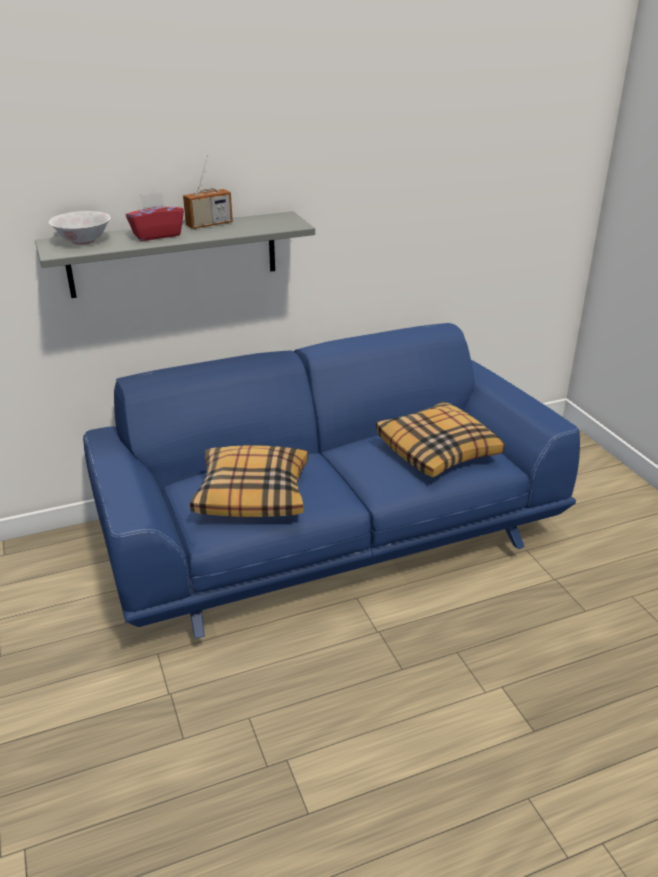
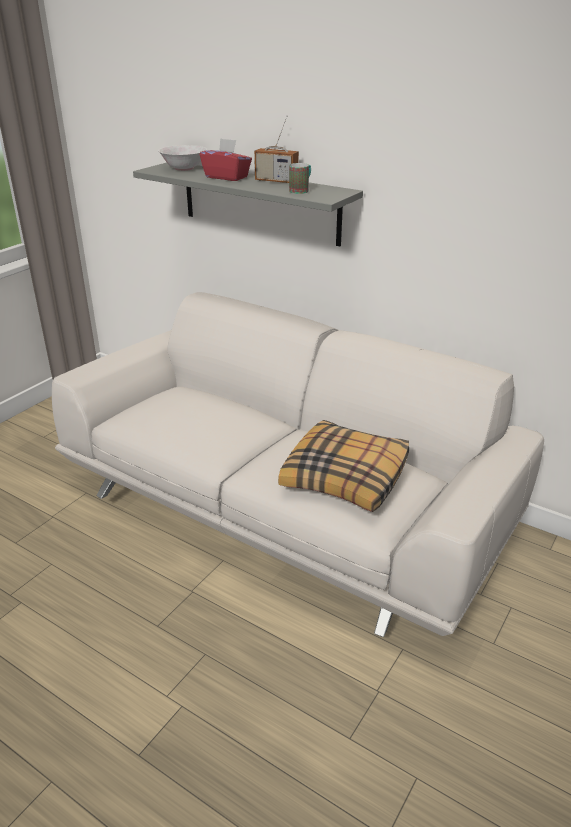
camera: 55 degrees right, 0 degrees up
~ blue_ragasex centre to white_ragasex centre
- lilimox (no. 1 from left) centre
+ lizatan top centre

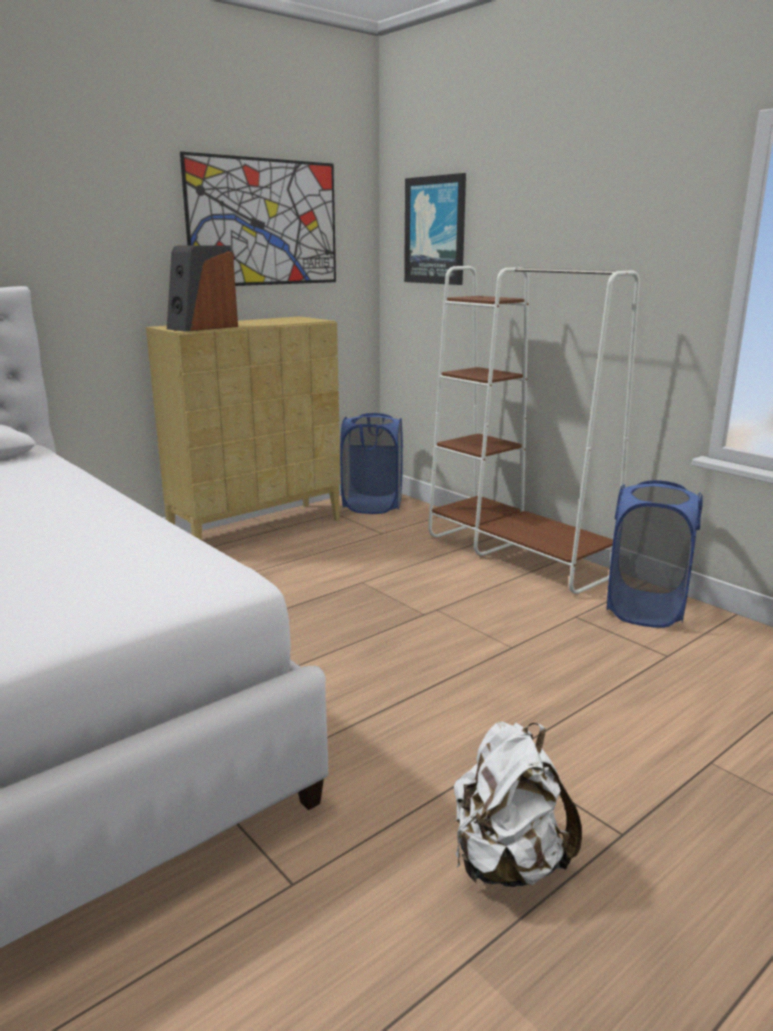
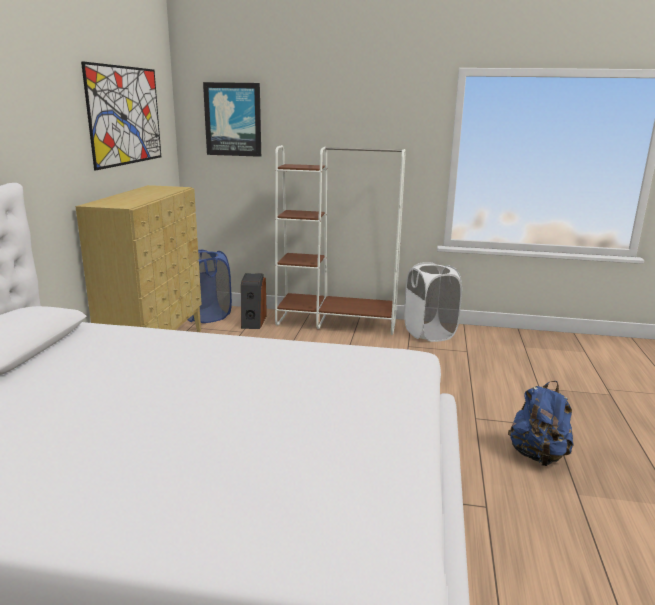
camera: 40 degrees left, 0 degrees up
~ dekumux top left to centre
~ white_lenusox bottom right to blue_lenusox bottom right
~ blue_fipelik (no. 2 from left) middle right to white_fipelik centre

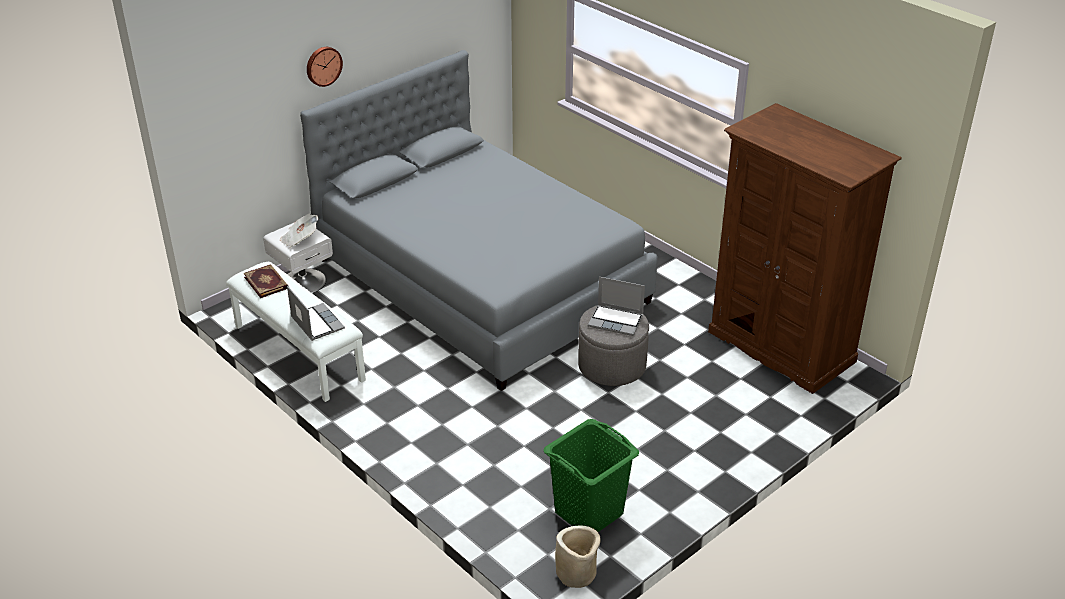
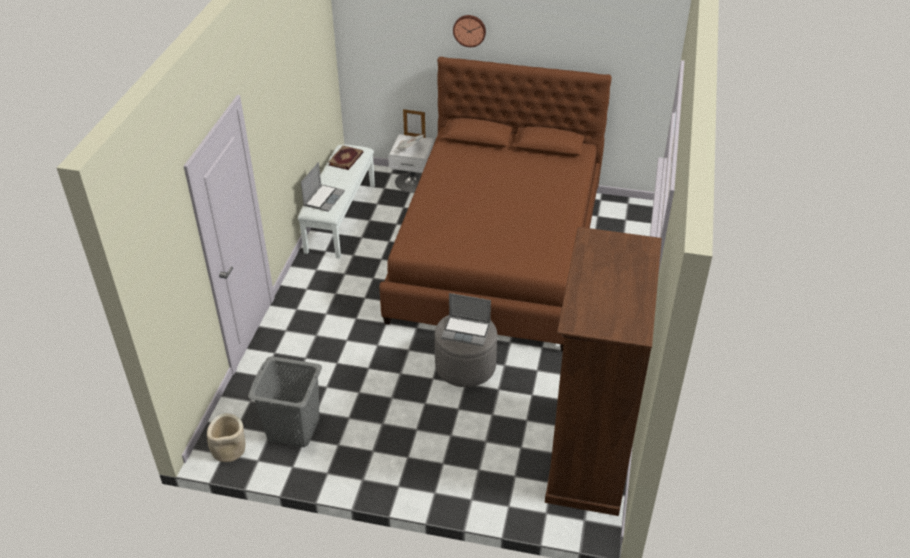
camera: 55 degrees right, 5 degrees up
~ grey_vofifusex centre to brown_vofifusex centre
~ green_fipelik bottom centre to grey_fipelik bottom left
~ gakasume (no. 2 from left) centre = centre 60 degrees counterclockwise
+ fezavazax top centre

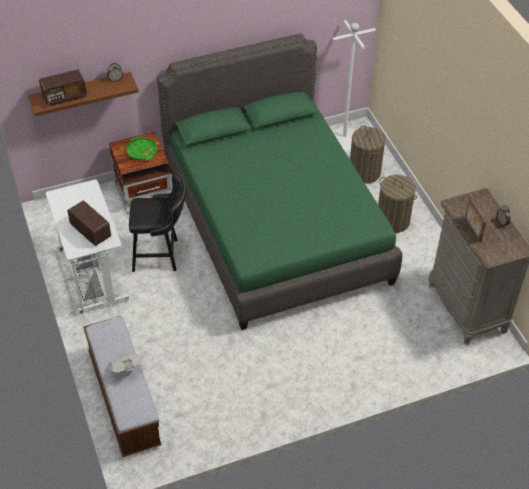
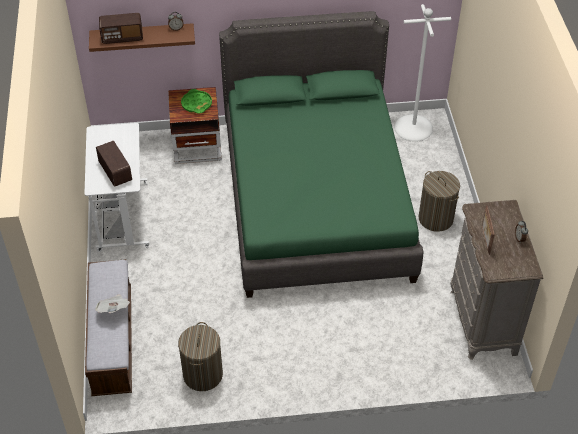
camera: 15 degrees right, 0 degrees up
- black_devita middle left
~ fipelik (no. 1 from left) top right to bottom centre

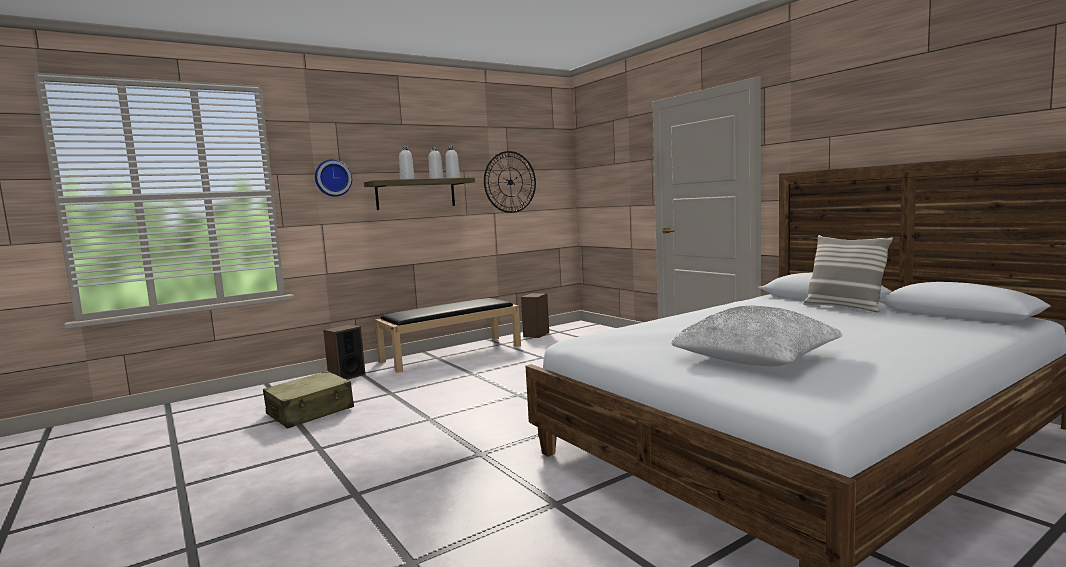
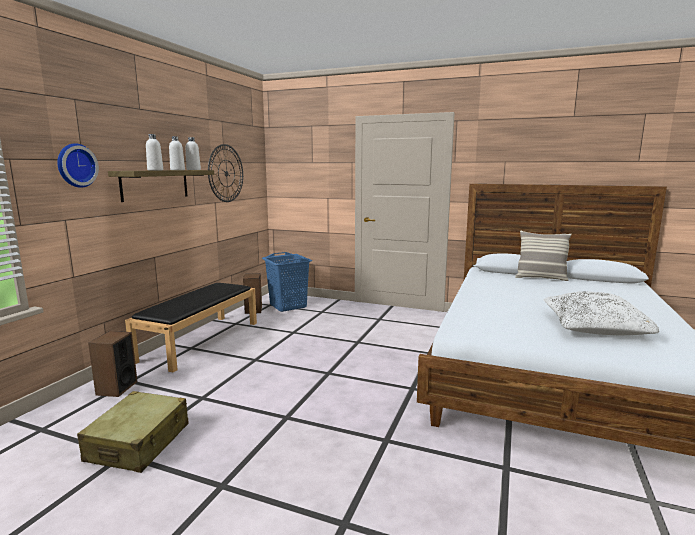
camera: 35 degrees left, 5 degrees up
+ blue_fipelik centre

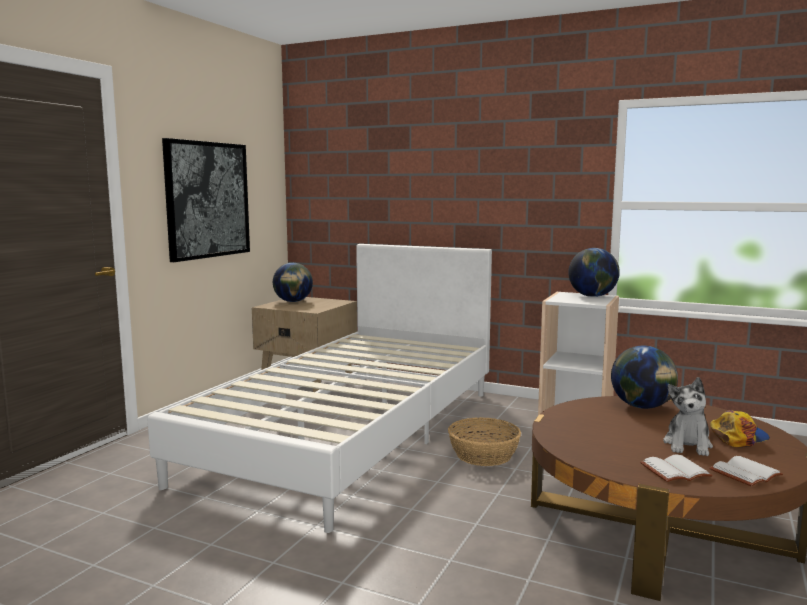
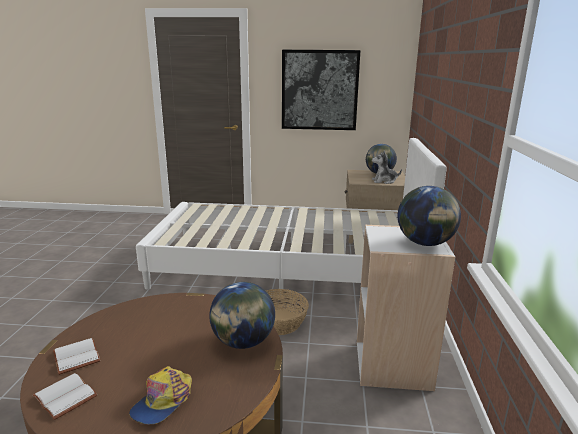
camera: 70 degrees right, 10 degrees up
~ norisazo bottom right to middle right
~ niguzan bottom right = bottom left 75 degrees clockwise

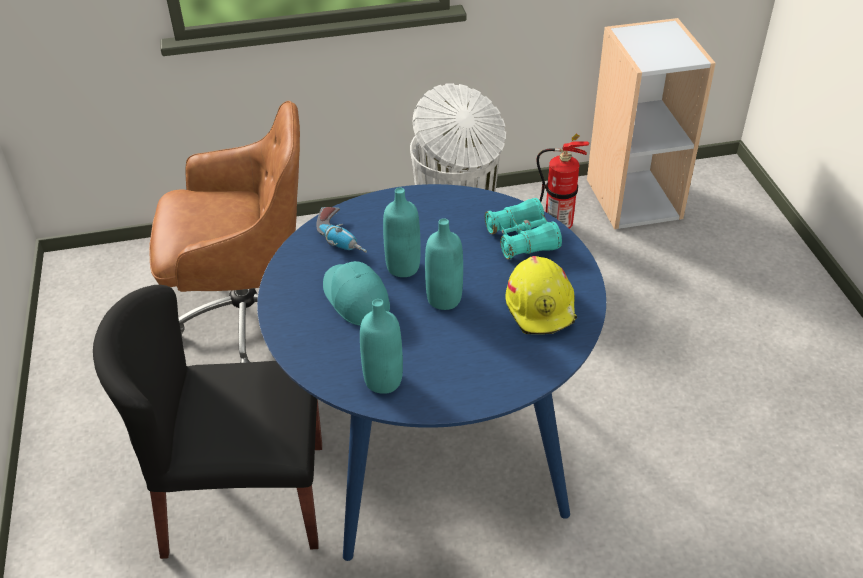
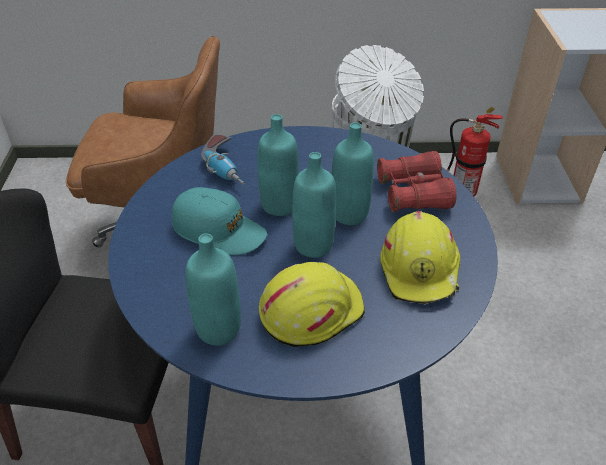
camera: 10 degrees right, 0 degrees up
~ turquoise_niguzan centre = centre 135 degrees clockwise
~ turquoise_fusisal centre to red_fusisal middle right
+ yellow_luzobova (no. 1 from left) centre
+ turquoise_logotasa (no. 4 from left) centre

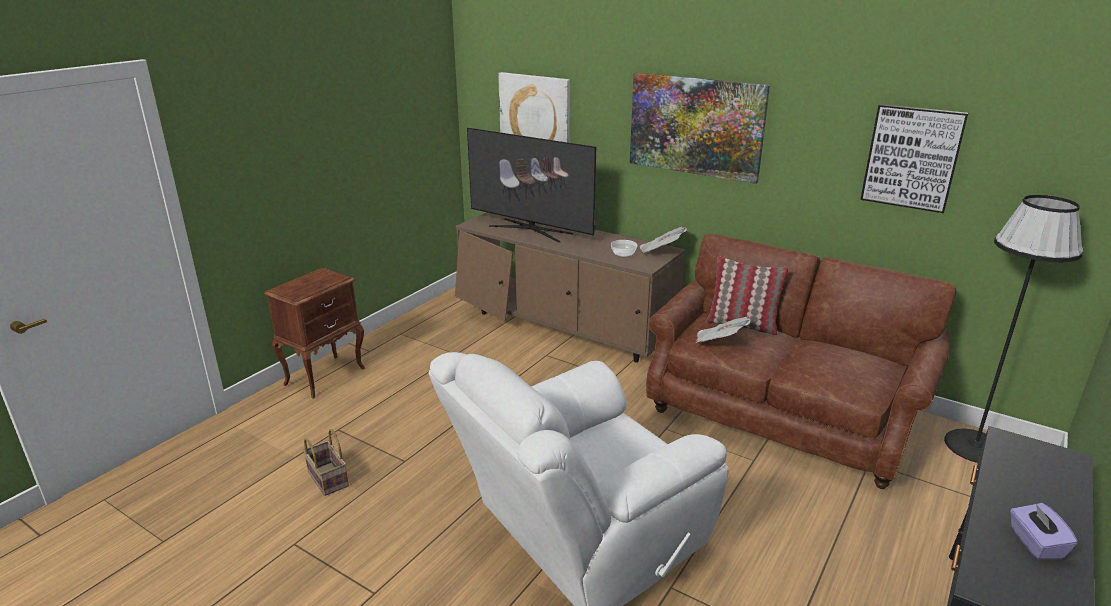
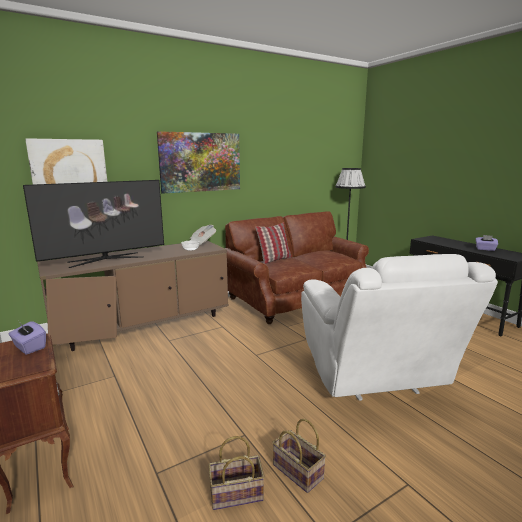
camera: 65 degrees left, 10 degrees down
- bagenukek (no. 2 from left) centre
- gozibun (no. 3 from left) top right
+ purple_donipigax (no. 1 from left) middle left
+ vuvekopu (no. 2 from left) bottom centre

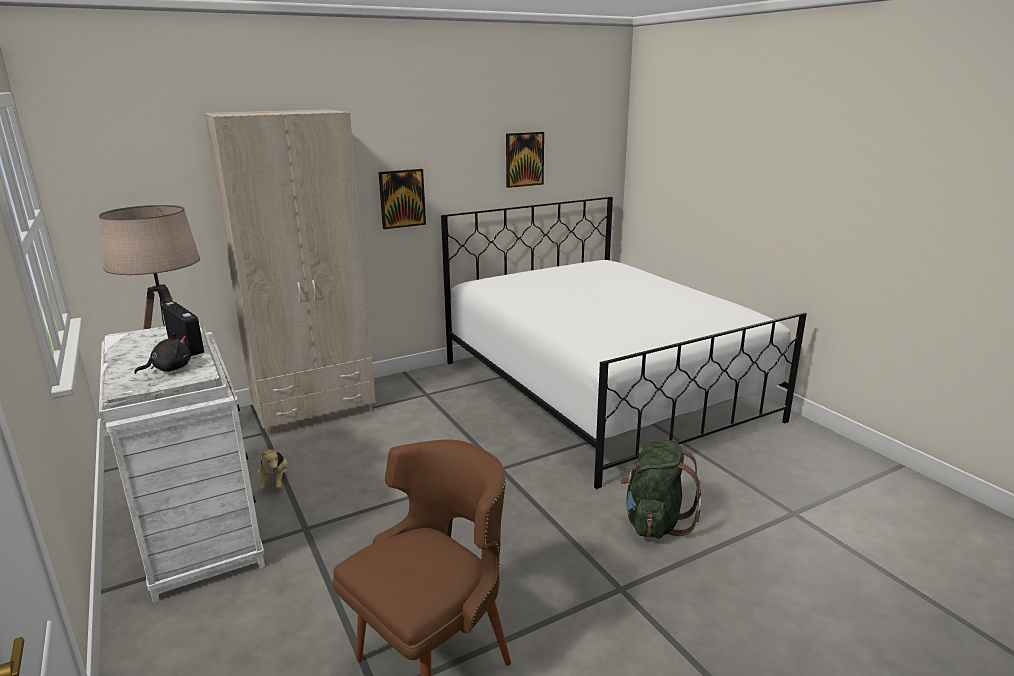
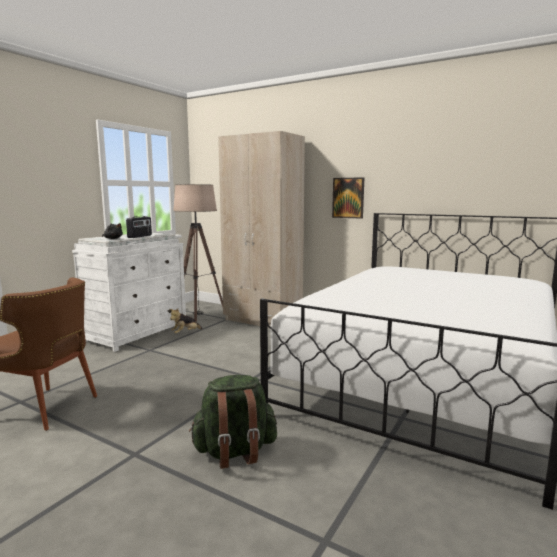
camera: 60 degrees right, 10 degrees down
- gozibun (no. 2 from left) top centre

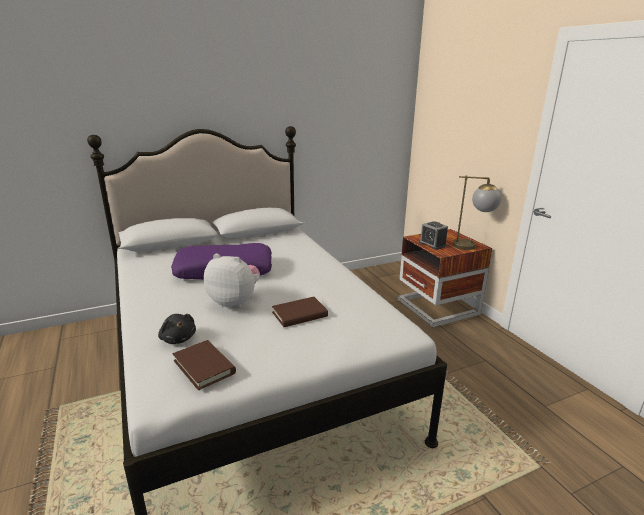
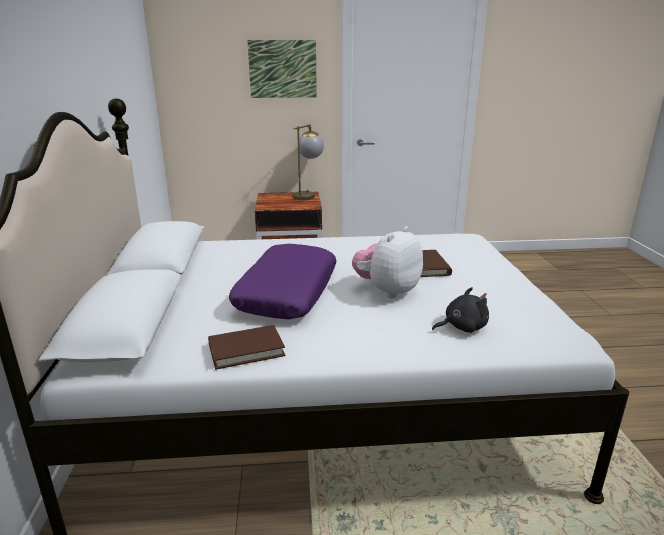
camera: 70 degrees left, 0 degrees up
~ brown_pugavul (no. 1 from left) bottom left to centre
- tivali middle right
+ gozibun top centre

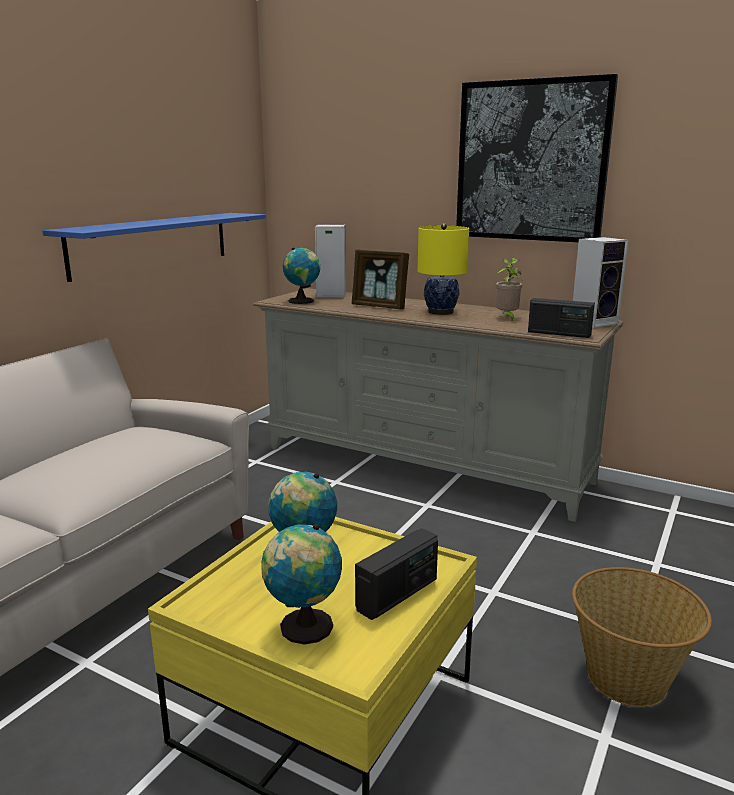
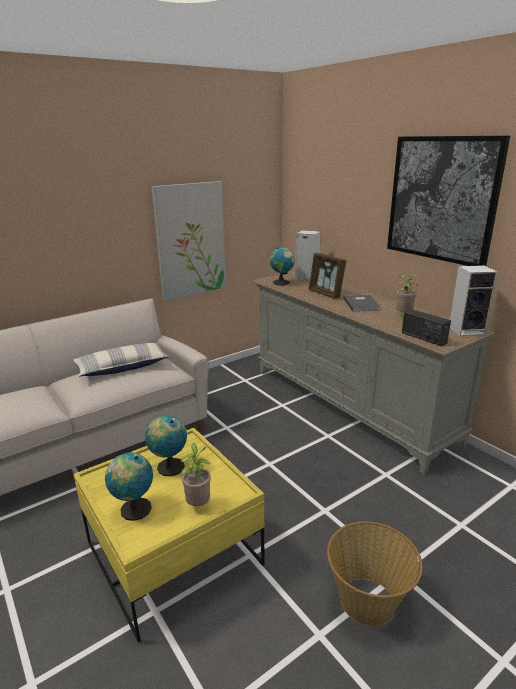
camera: 25 degrees right, 5 degrees up
~ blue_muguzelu top left to gozibun (no. 1 from left) centre
~ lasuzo (no. 1 from left) bottom centre to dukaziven (no. 1 from left) bottom centre
~ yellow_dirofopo centre to grey_pugavul middle right
+ lilimox middle left

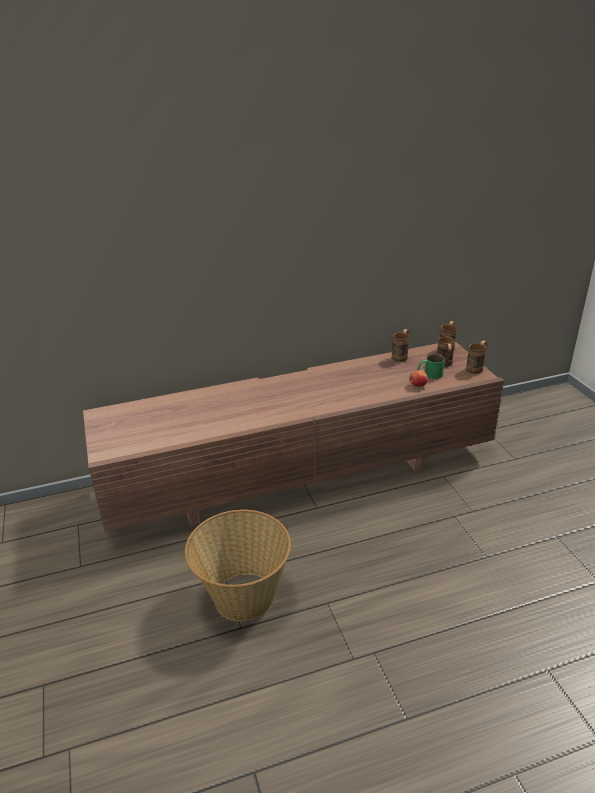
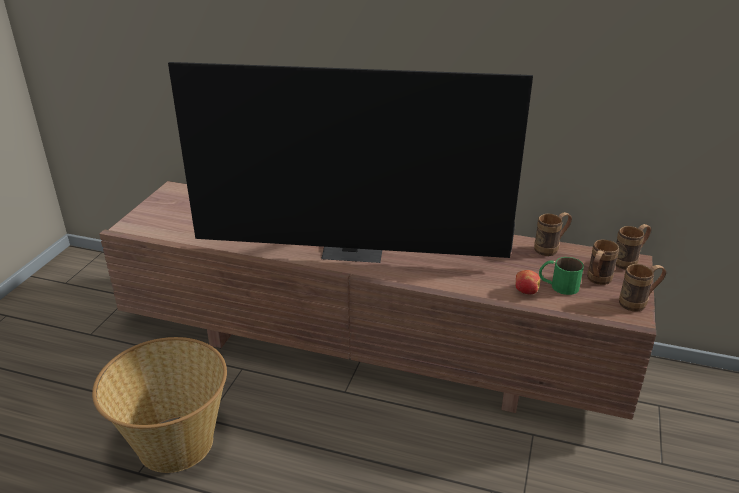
camera: 35 degrees right, 0 degrees up
+ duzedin top centre

